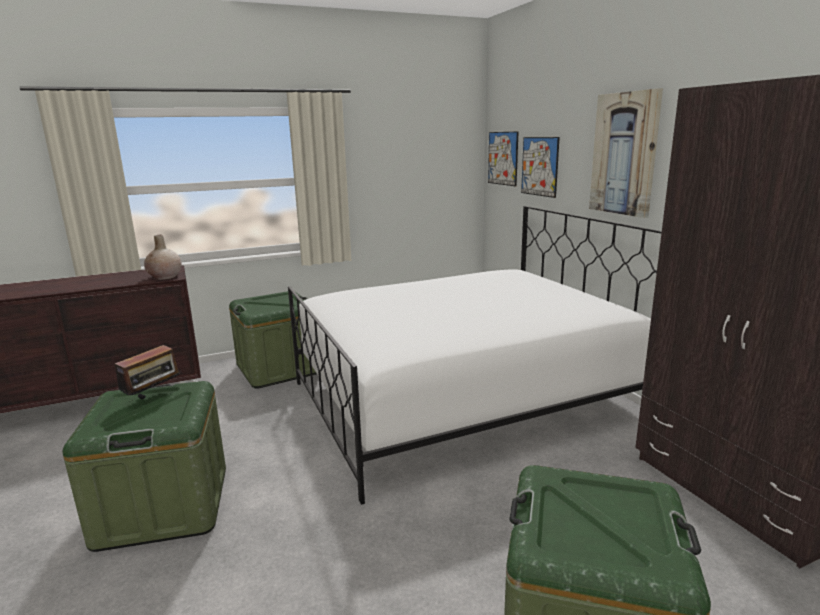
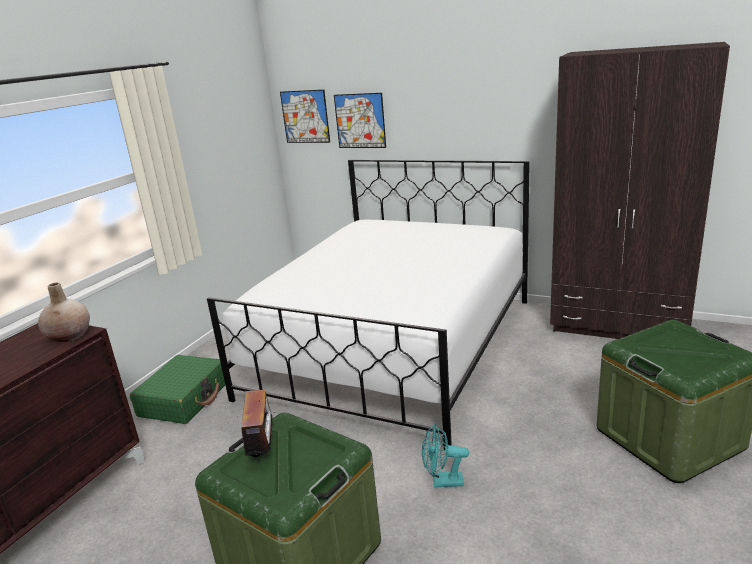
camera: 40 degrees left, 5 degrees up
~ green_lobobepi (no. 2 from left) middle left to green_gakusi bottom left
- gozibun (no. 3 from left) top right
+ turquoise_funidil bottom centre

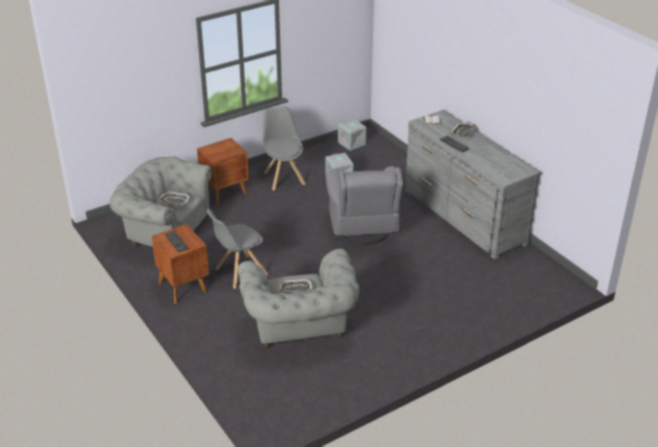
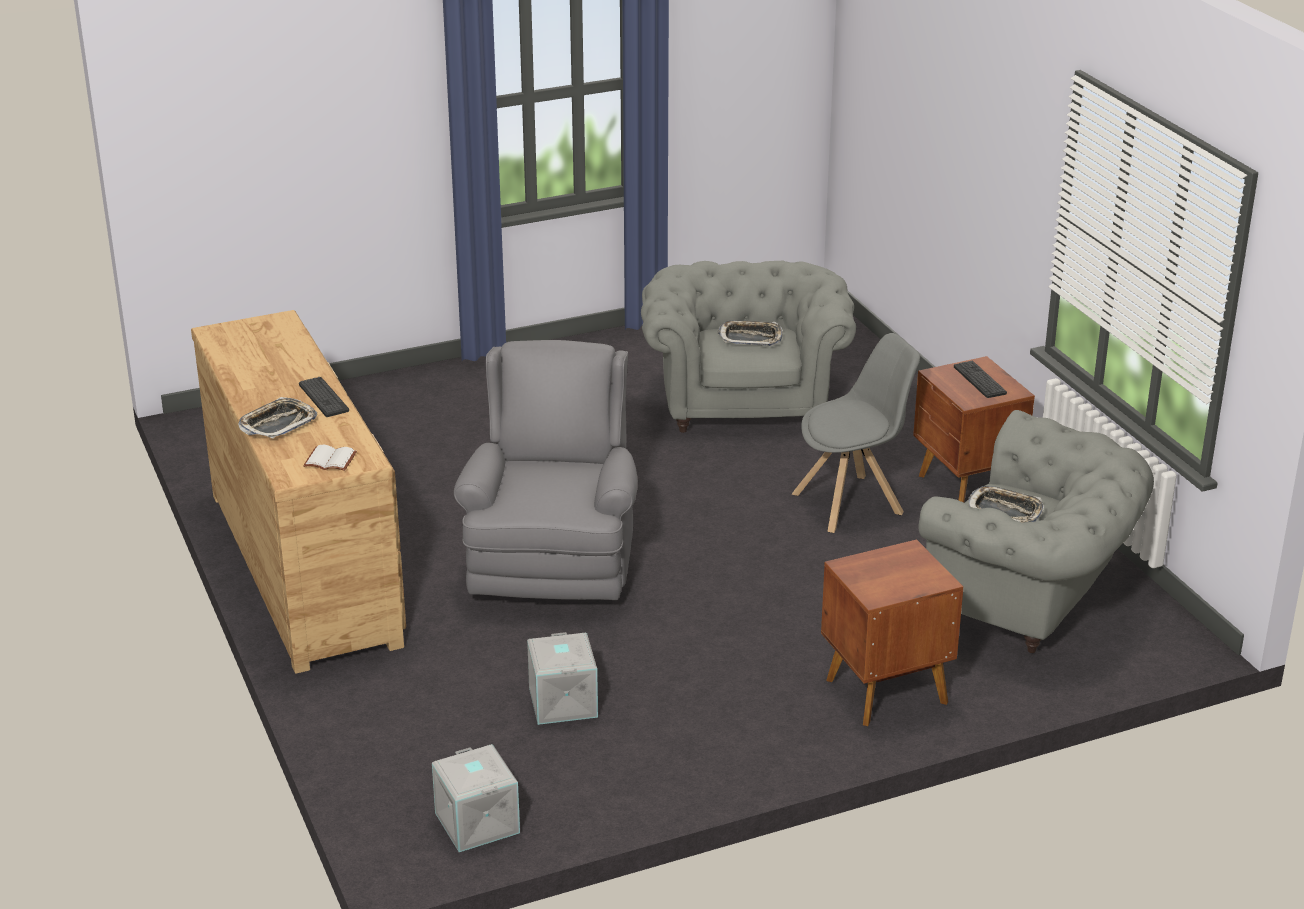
camera: 170 degrees left, 5 degrees down
- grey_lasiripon (no. 2 from left) top centre
~ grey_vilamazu middle right to brown_vilamazu middle left

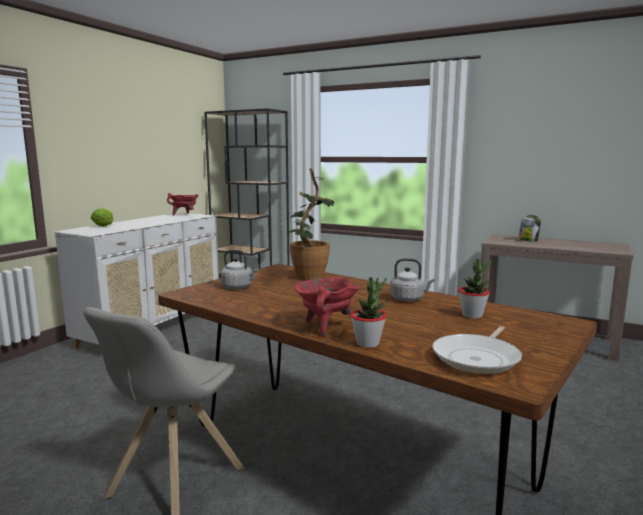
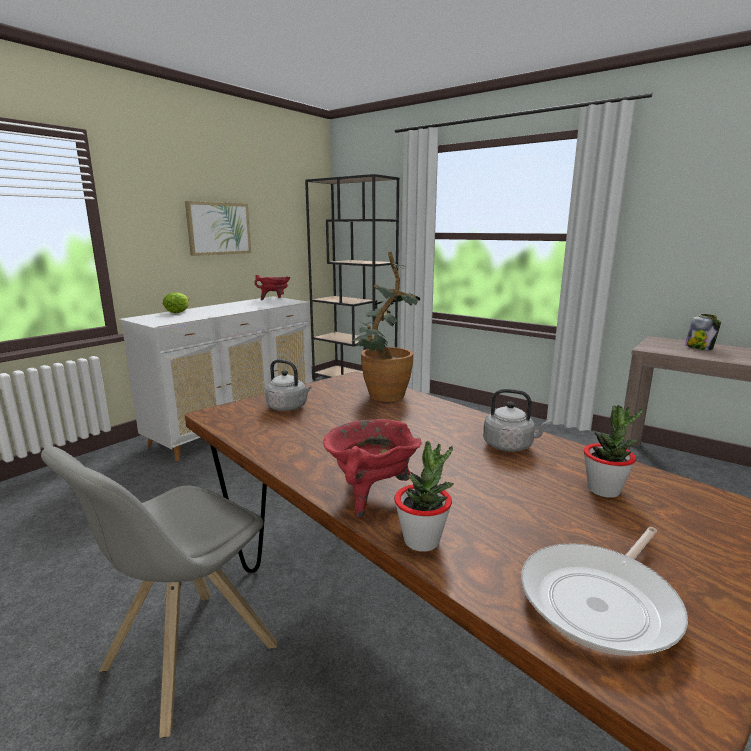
camera: 10 degrees right, 5 degrees up
+ gozibun top left

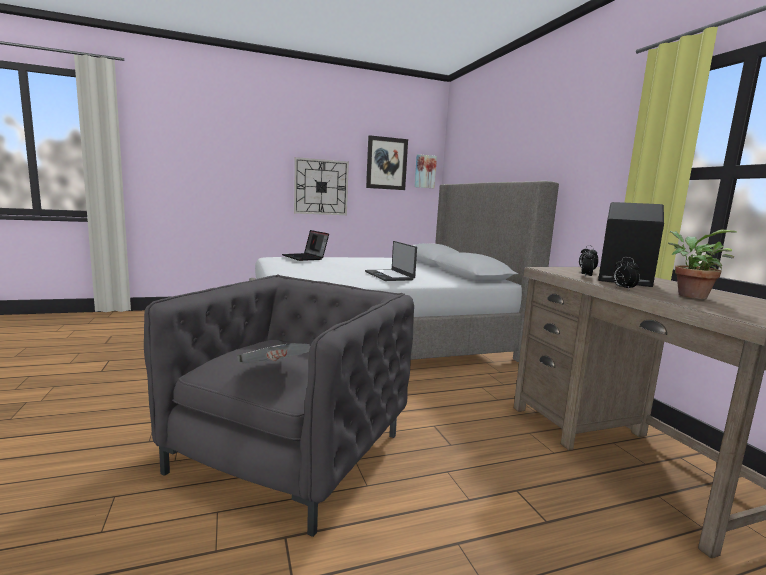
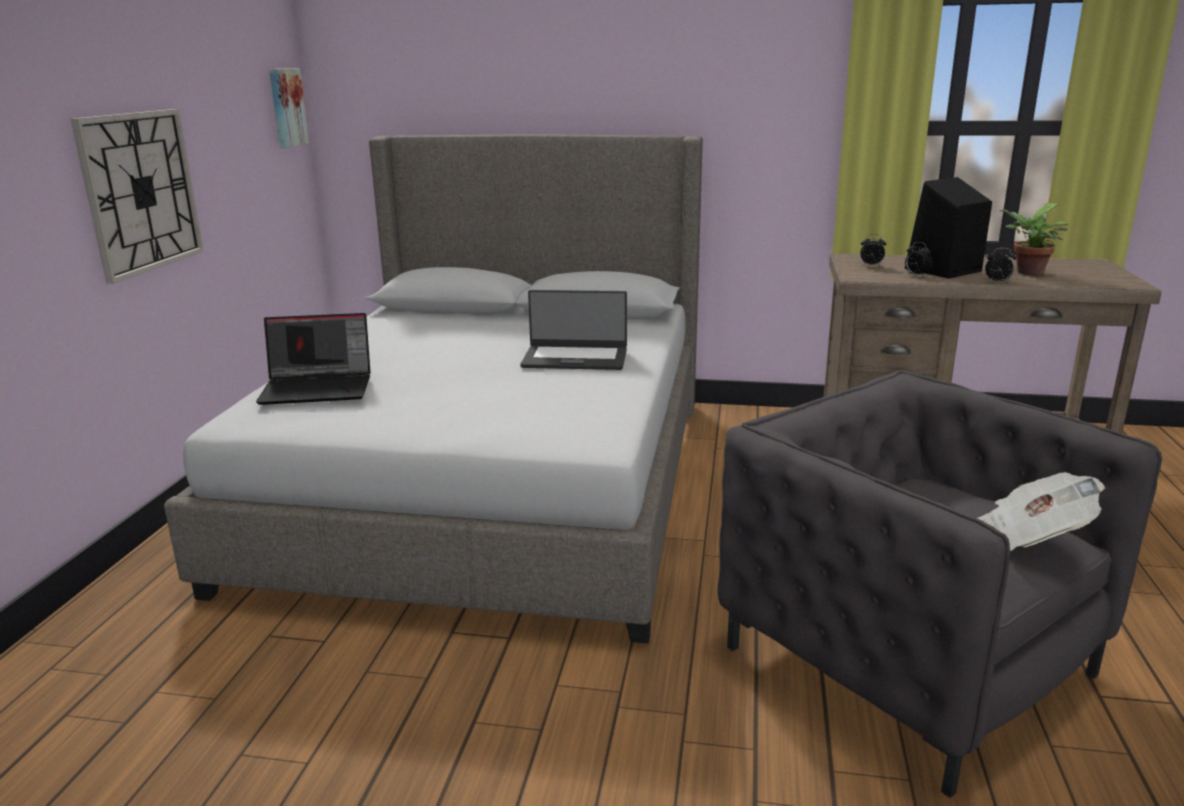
camera: 60 degrees left, 10 degrees up
- gozibun (no. 1 from left) top centre

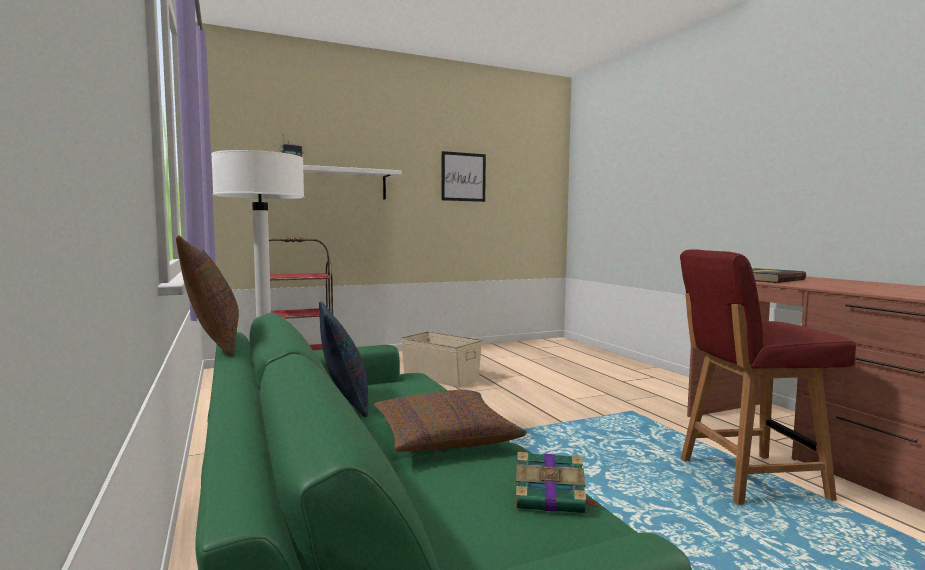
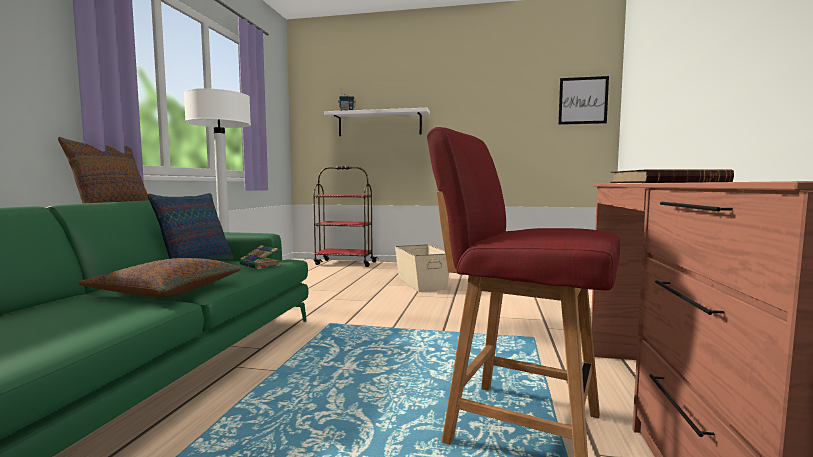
camera: 35 degrees right, 0 degrees up
~ gozibun top centre to top right
~ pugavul (no. 1 from left) bottom centre to middle left

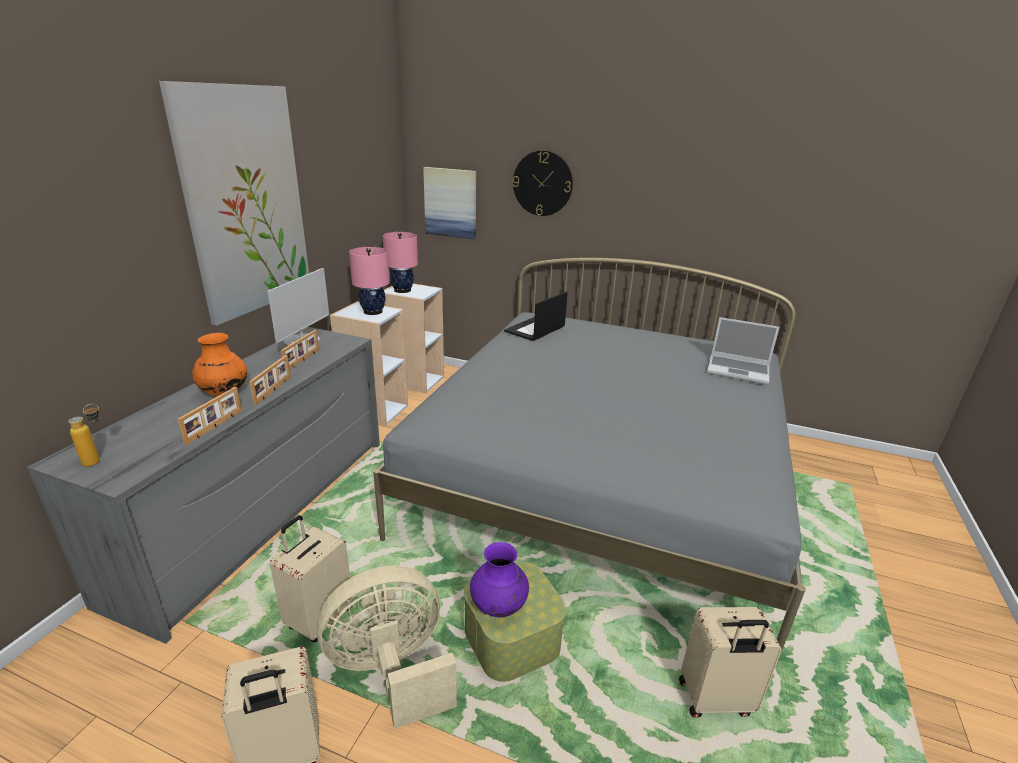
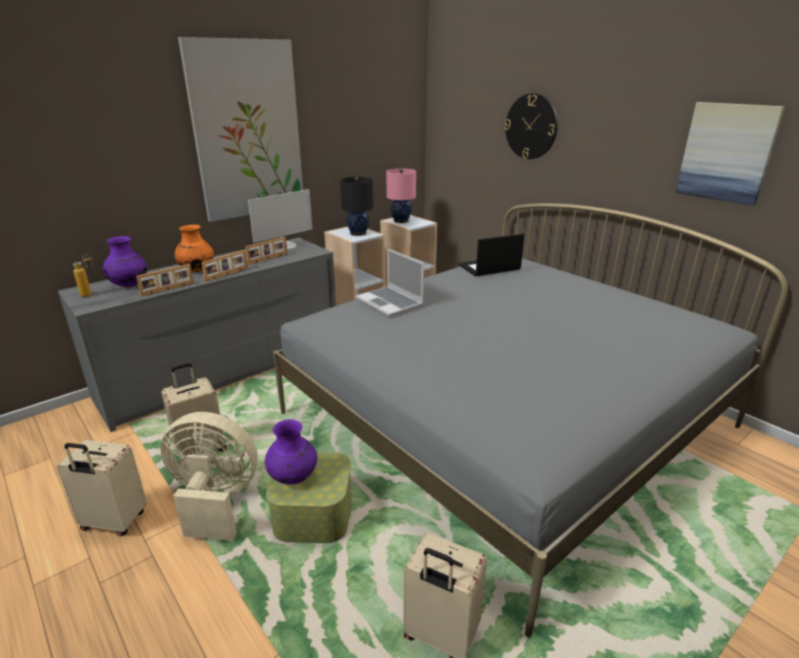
camera: 30 degrees right, 0 degrees up
~ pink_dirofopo (no. 1 from left) centre to black_dirofopo top centre
~ gozibun (no. 2 from left) top centre to top right
~ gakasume (no. 2 from left in the first image) middle right to gakasume (no. 1 from left) centre
+ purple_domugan (no. 1 from left) middle left

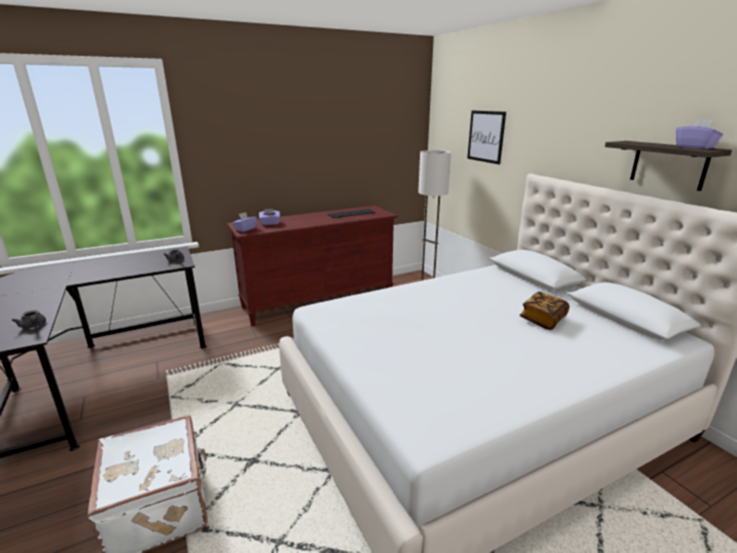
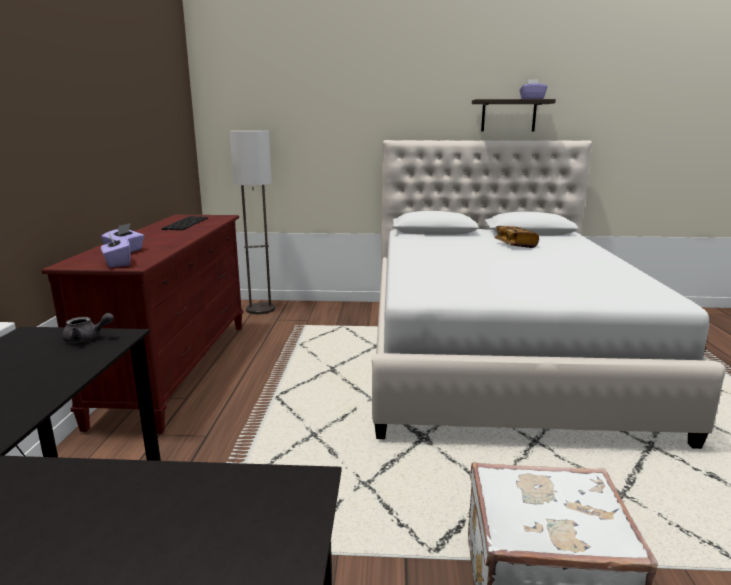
camera: 60 degrees left, 5 degrees down
- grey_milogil (no. 1 from left) middle left
- gozibun top centre

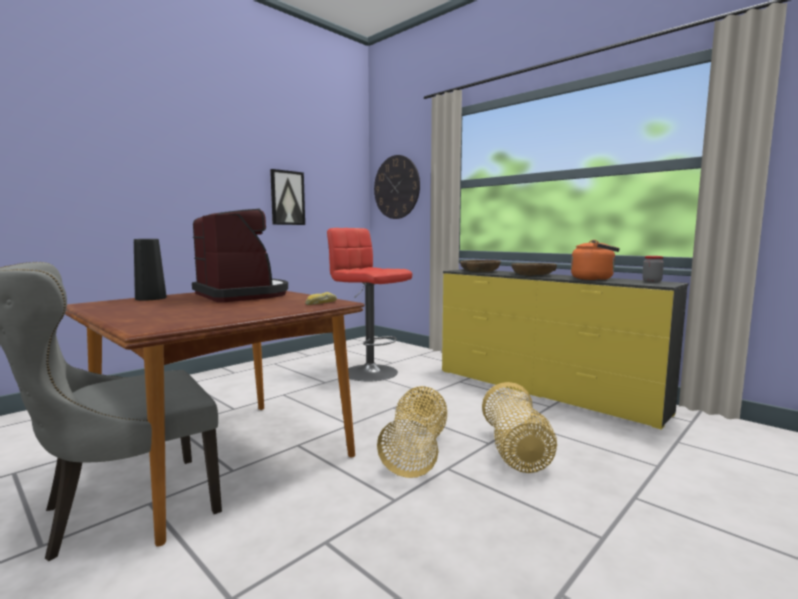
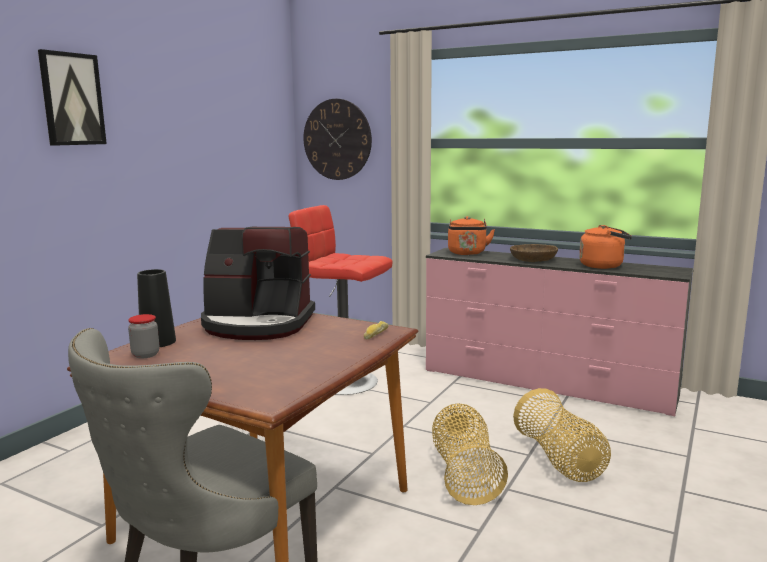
camera: 15 degrees left, 5 degrees up
~ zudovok middle left = centre 150 degrees clockwise
~ gozibun top centre to top left
~ yellow_vilamazu middle right to pink_vilamazu middle right
~ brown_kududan (no. 1 from left) centre to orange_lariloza (no. 1 from left) centre
~ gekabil middle right to middle left

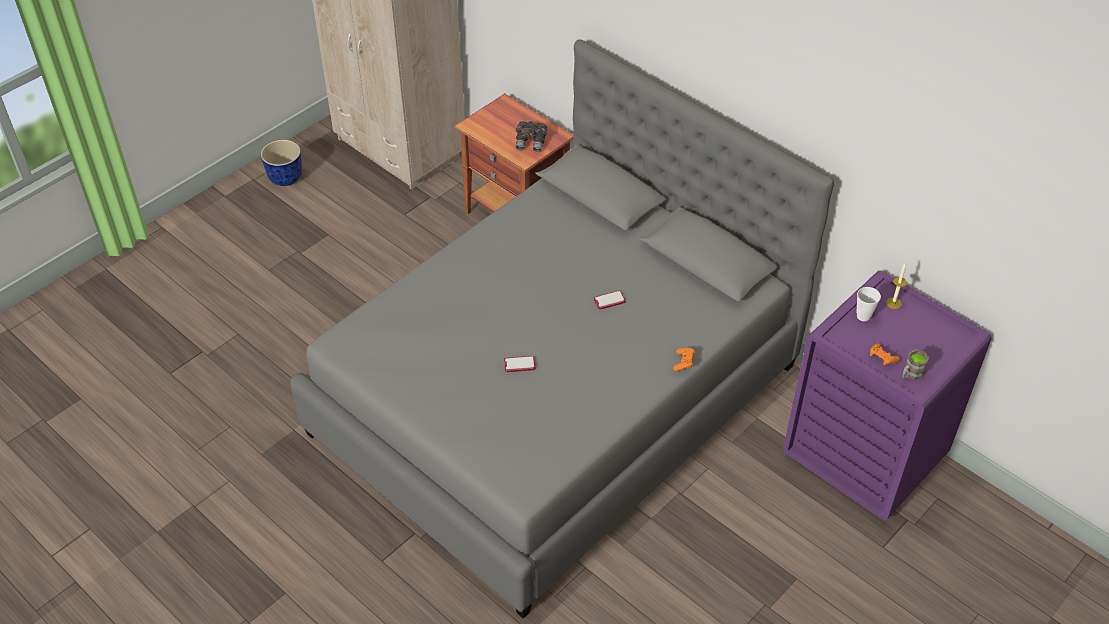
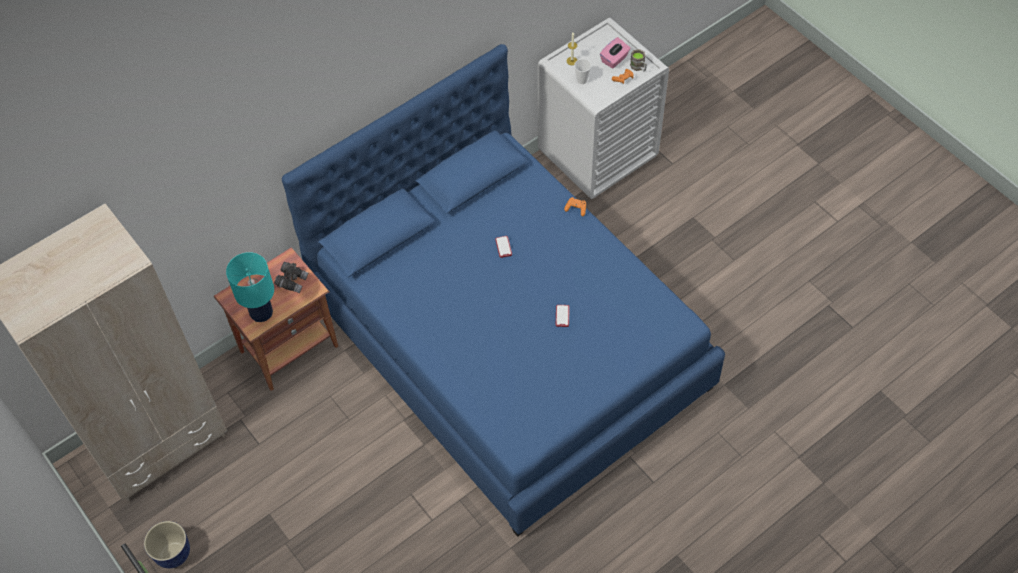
camera: 80 degrees left, 10 degrees up
~ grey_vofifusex centre to blue_vofifusex centre
~ purple_vilamazu middle right to grey_vilamazu top centre
+ turquoise_dirofopo middle left
+ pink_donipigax top centre

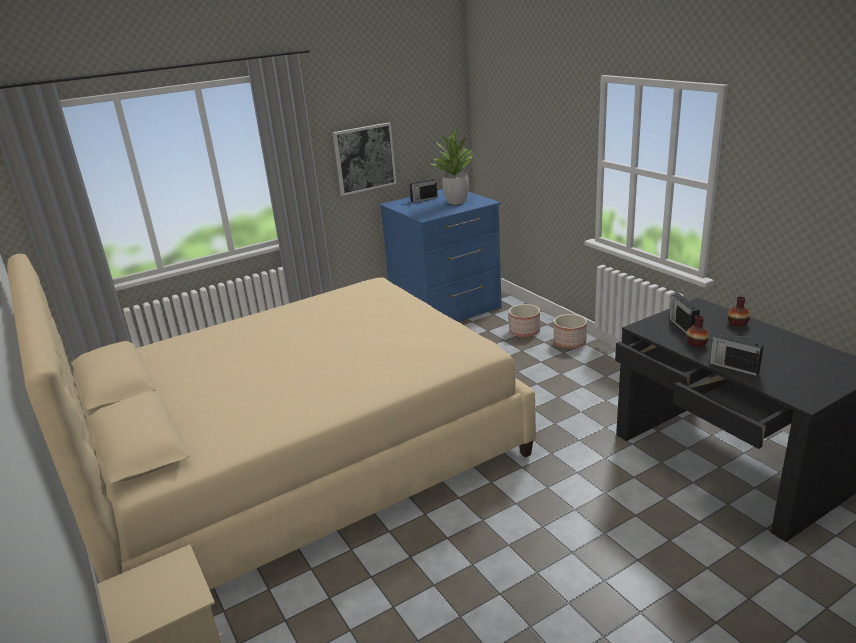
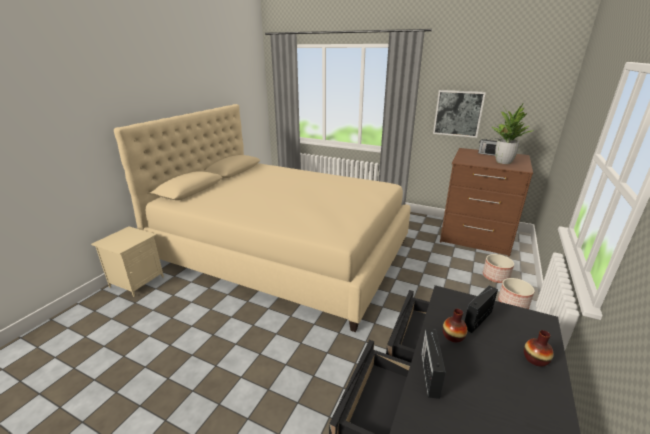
camera: 55 degrees right, 0 degrees up
~ blue_vilamazu centre to brown_vilamazu middle right

